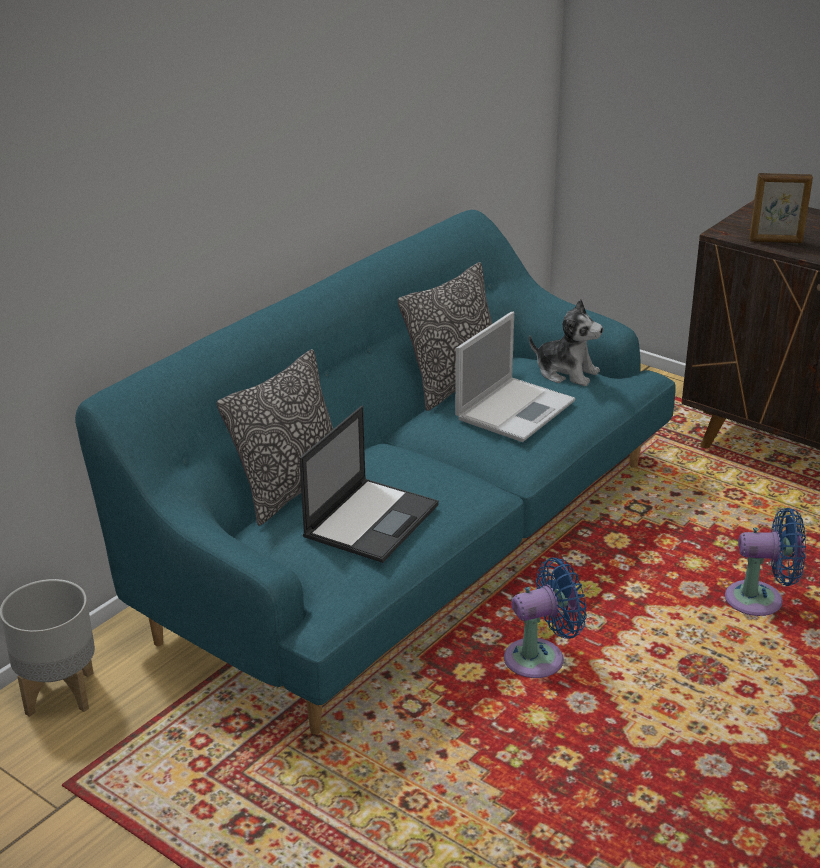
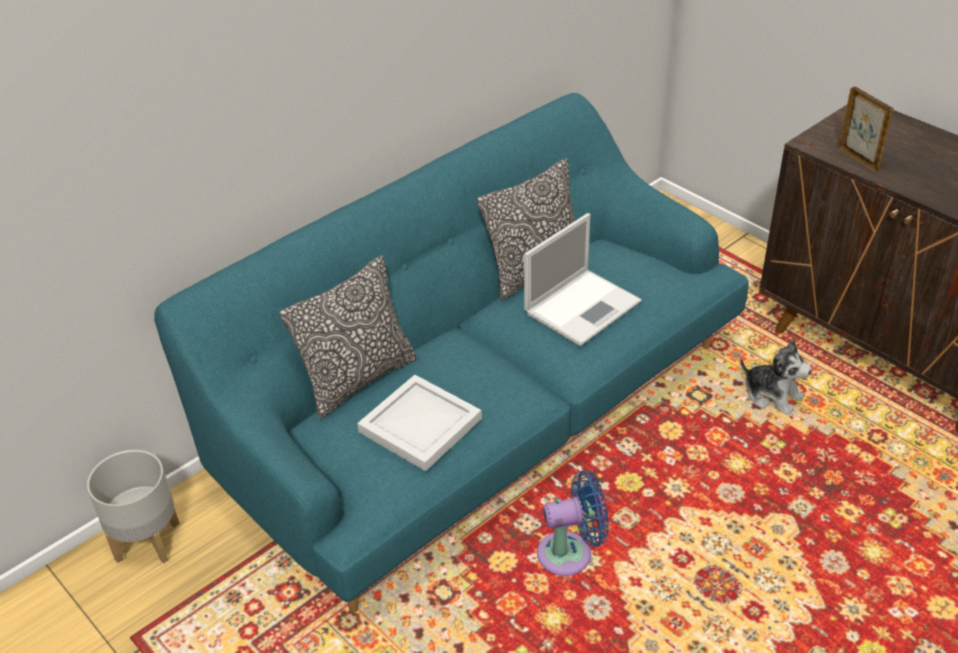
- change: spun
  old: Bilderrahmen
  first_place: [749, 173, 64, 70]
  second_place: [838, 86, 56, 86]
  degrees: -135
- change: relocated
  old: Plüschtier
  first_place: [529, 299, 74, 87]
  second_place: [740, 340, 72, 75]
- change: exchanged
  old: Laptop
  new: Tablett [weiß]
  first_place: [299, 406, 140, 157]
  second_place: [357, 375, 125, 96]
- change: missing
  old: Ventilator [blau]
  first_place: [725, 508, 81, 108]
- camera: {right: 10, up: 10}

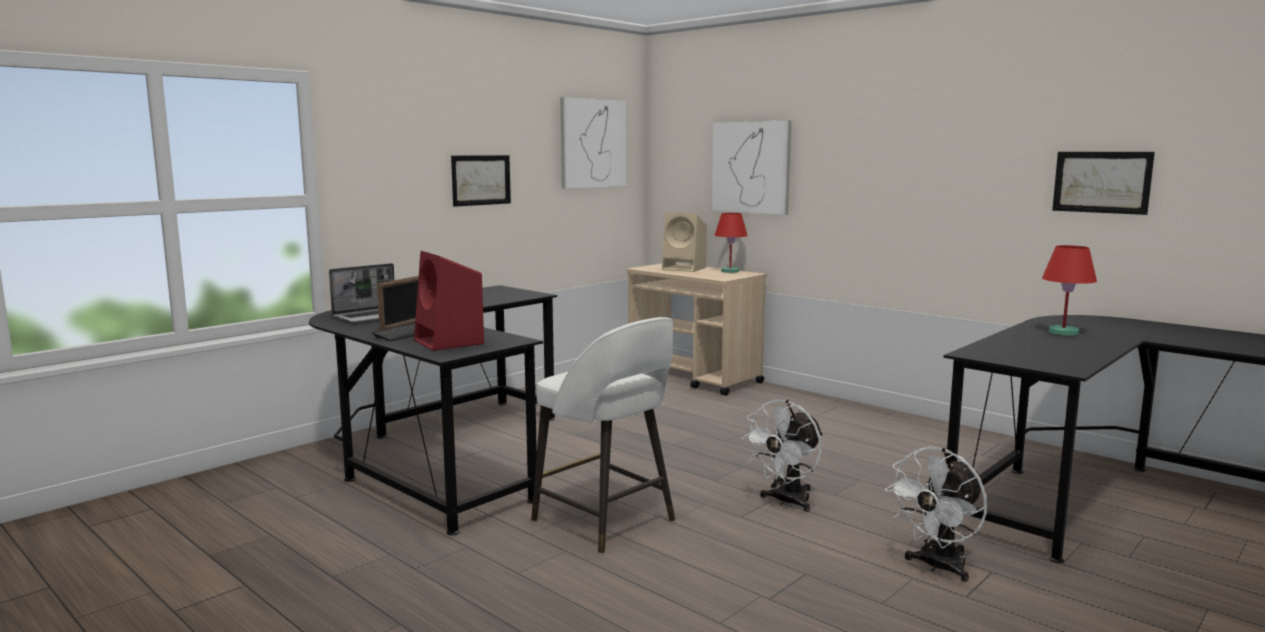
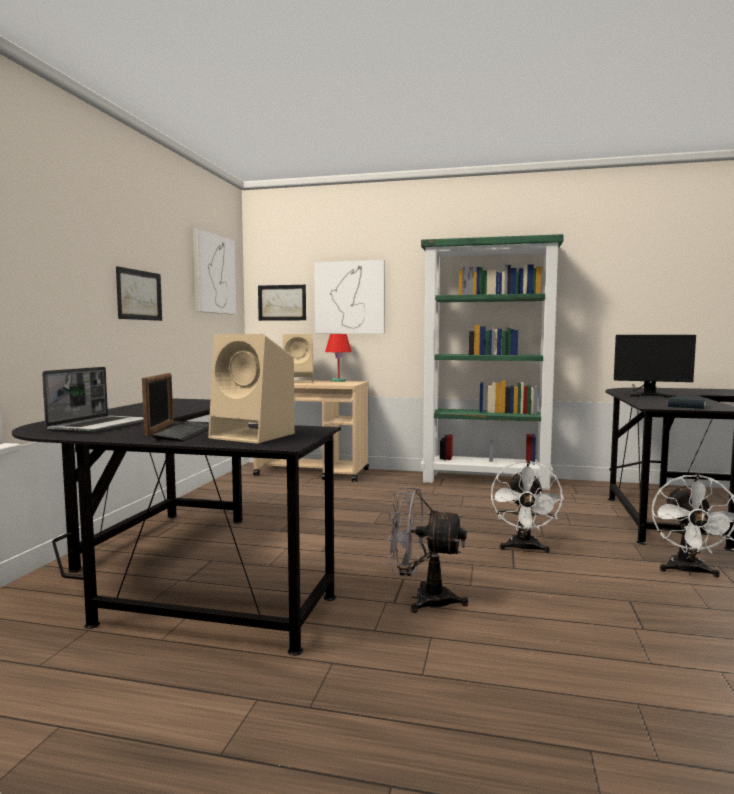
- change: relocated
  old: Bild
  first_place: [1052, 152, 103, 63]
  second_place: [258, 285, 48, 36]
- change: exchanged
  old: Tischlampe [rot]
  new: Monitor
  first_place: [1042, 245, 55, 91]
  second_place: [614, 335, 82, 63]
- change: colour
  old: Lautsprecher [rot]
  new: Lautsprecher [beige]
  first_place: [414, 251, 70, 100]
  second_place: [208, 334, 87, 110]
- change: exchanged
  old: Hocker [weiß]
  new: Ventilator [grau]
  first_place: [531, 317, 144, 237]
  second_place: [387, 487, 81, 126]
- change: appeared
  new: Bücherregal [grün]
  second_place: [421, 234, 143, 256]
- change: appeared
  new: Buch
  second_place: [668, 396, 40, 13]
- camera: {right: -30, up: -5}

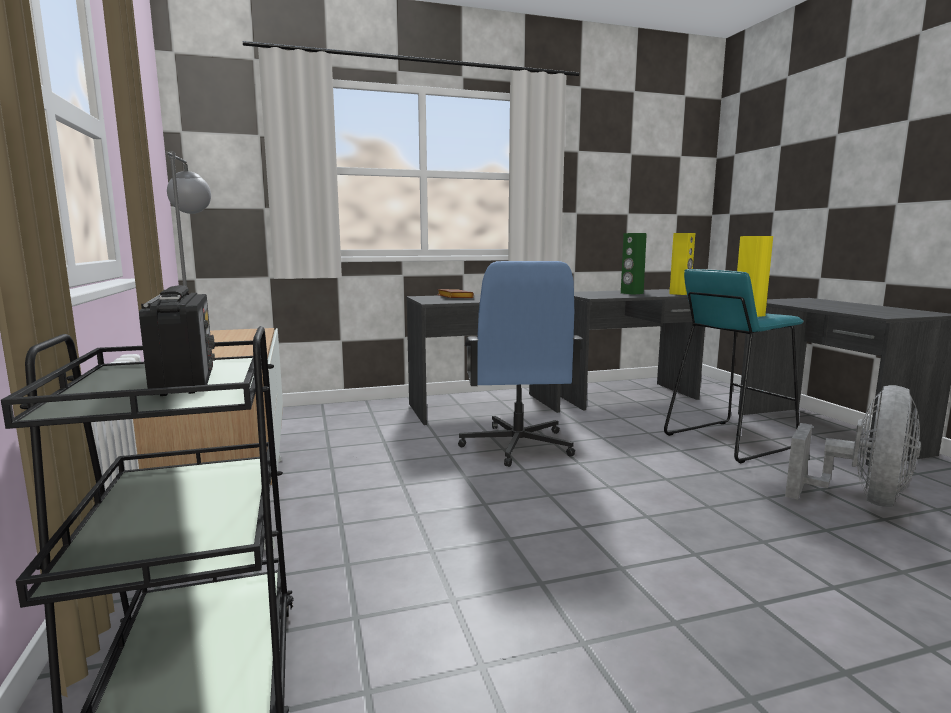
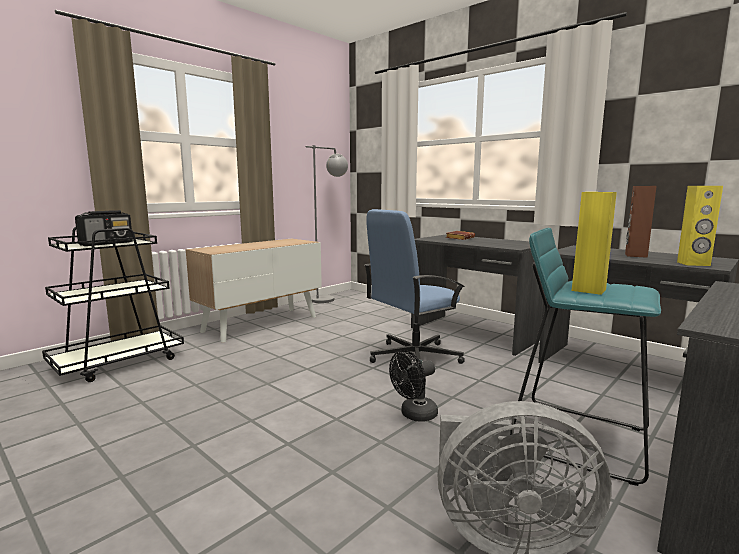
- change: colour
  old: Lautsprecher [grün]
  new: Lautsprecher [braun]
  first_place: [621, 233, 26, 62]
  second_place: [625, 186, 32, 72]
- change: appeared
  new: Ventilator [schwarz]
  second_place: [389, 350, 49, 72]
- camera: {right: 60, up: 0}

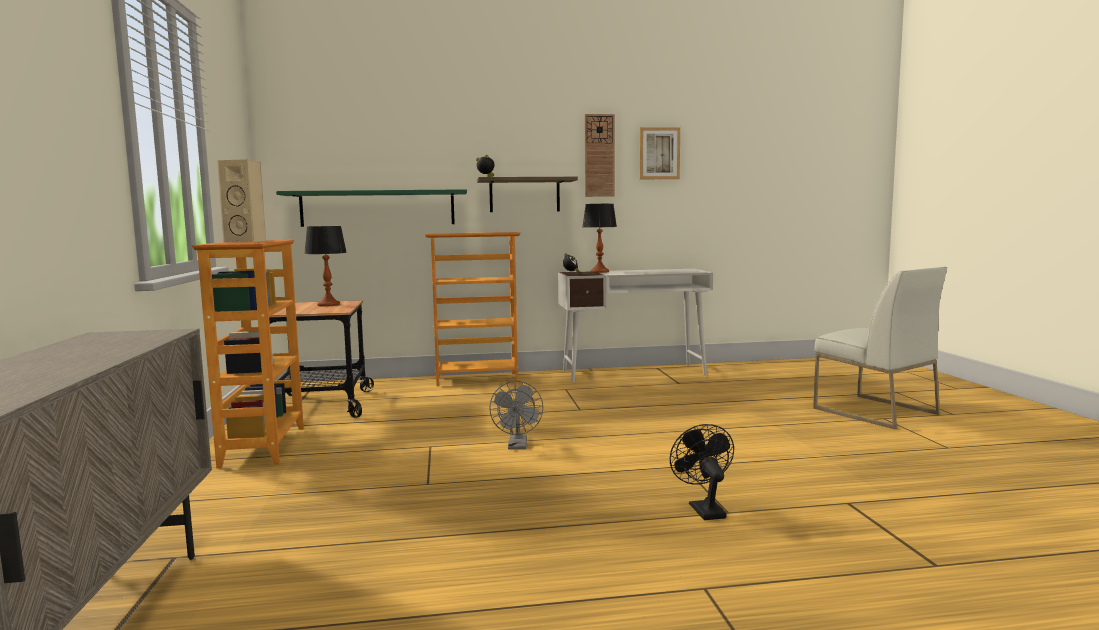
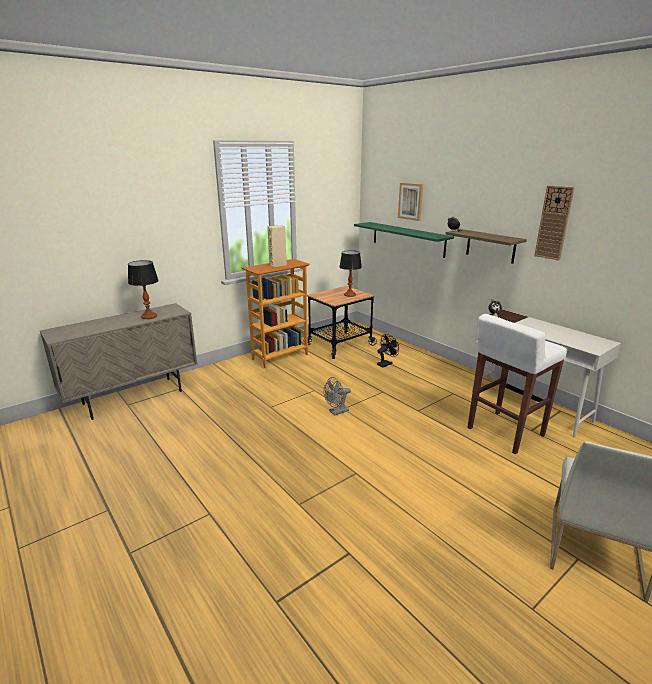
- change: relocated
  old: Bild
  first_place: [639, 127, 41, 52]
  second_place: [398, 183, 25, 38]
- change: relocated
  old: Tischlampe
  first_place: [583, 204, 34, 69]
  second_place: [128, 260, 31, 59]
- change: missing
  old: Bücherregal
  first_place: [425, 232, 96, 154]
- change: relocated
  old: Ventilator [schwarz]
  first_place: [670, 424, 64, 96]
  second_place: [377, 334, 22, 33]
- change: appeared
  new: Hocker [weiß]
  second_place: [467, 314, 100, 140]
- camera: {right: 60, up: 15}

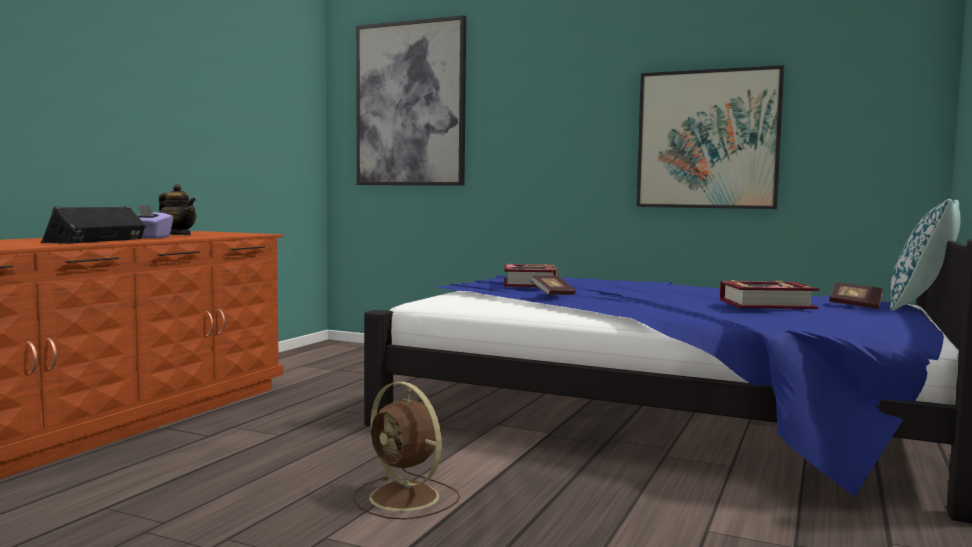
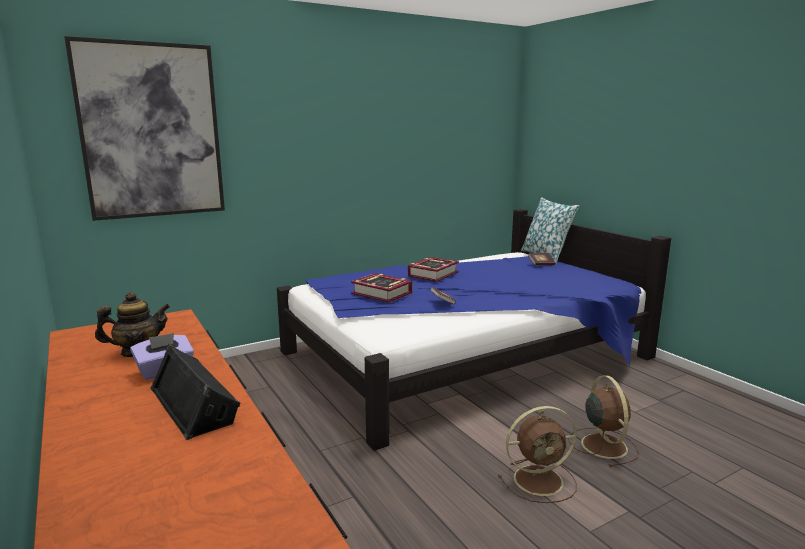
- change: missing
  old: Bild
  first_place: [636, 65, 148, 144]
- change: relocated
  old: Buch
  first_place: [720, 280, 99, 29]
  second_place: [408, 257, 51, 25]
- change: appeared
  new: Ventilator [braun]
  second_place: [568, 375, 71, 92]
- camera: {right: -55, up: 10}

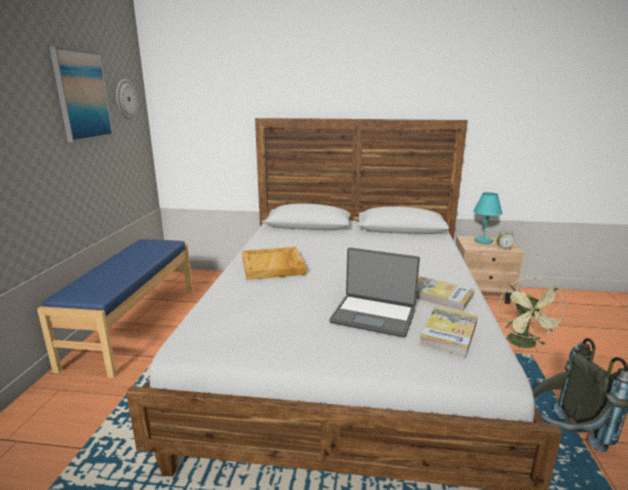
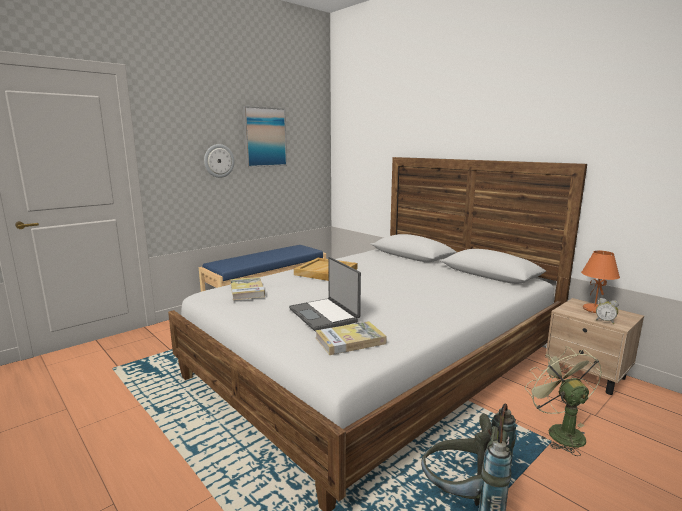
- change: relocated
  old: Wanduhr
  first_place: [116, 79, 22, 40]
  second_place: [204, 144, 31, 34]
- change: colour
  old: Tischlampe [türkis]
  new: Tischlampe [orange]
  first_place: [473, 192, 30, 52]
  second_place: [581, 251, 39, 62]
- change: relocated
  old: Buch
  first_place: [416, 277, 59, 34]
  second_place: [230, 277, 35, 23]
- change: spun
  old: Ventilator [grün]
  first_place: [498, 278, 70, 70]
  second_place: [525, 346, 77, 110]
  degrees: 120
- camera: {right: 40, up: -5}

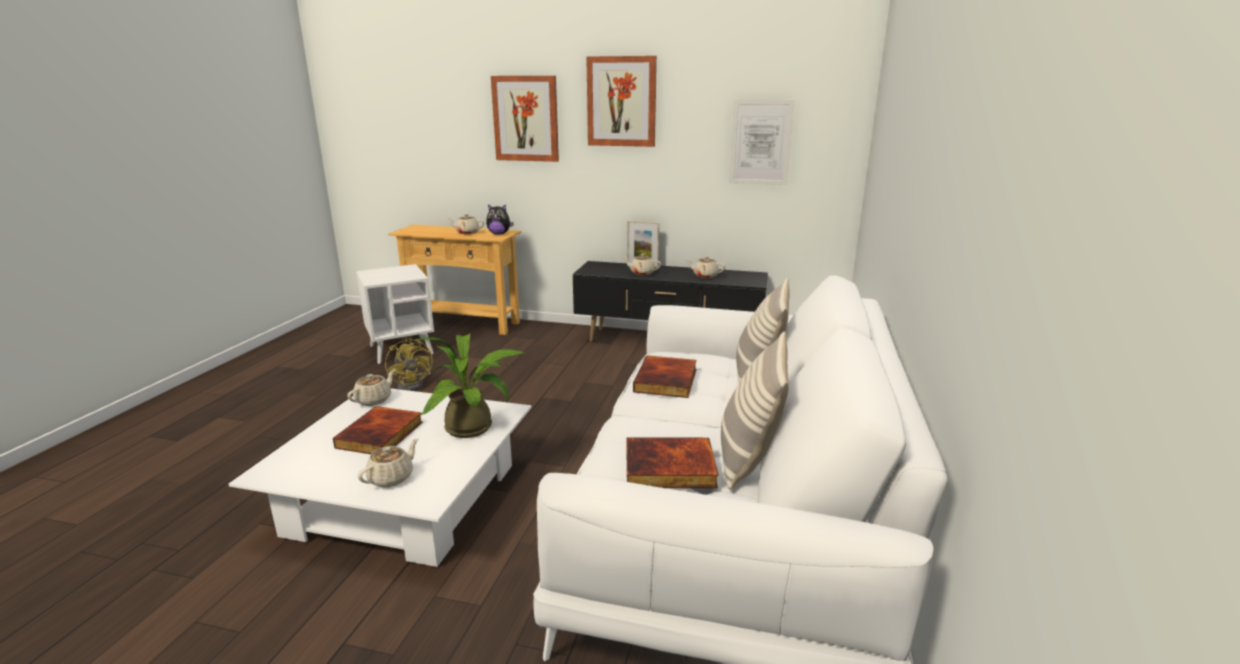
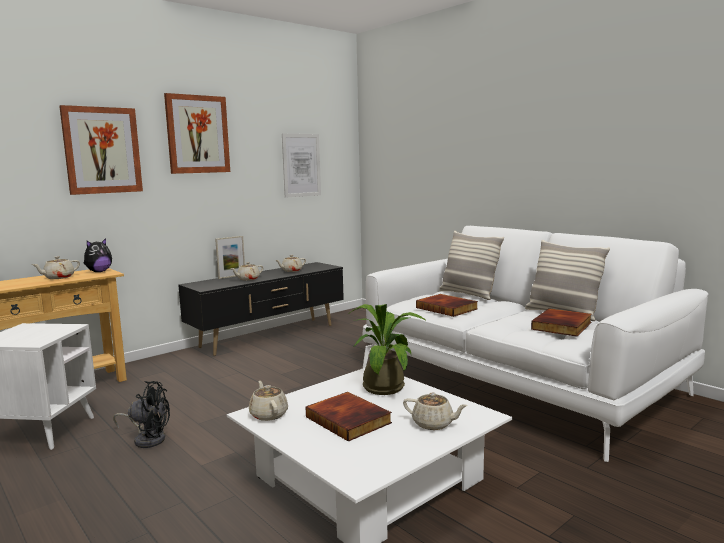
- change: colour
  old: Ventilator [gelb]
  new: Ventilator [schwarz]
  first_place: [385, 337, 47, 54]
  second_place: [113, 381, 57, 67]
- change: spun
  old: Teekanne [beige]
  first_place: [358, 438, 61, 49]
  second_place: [403, 393, 65, 37]
  degrees: 135
- camera: {right: -55, up: -10}

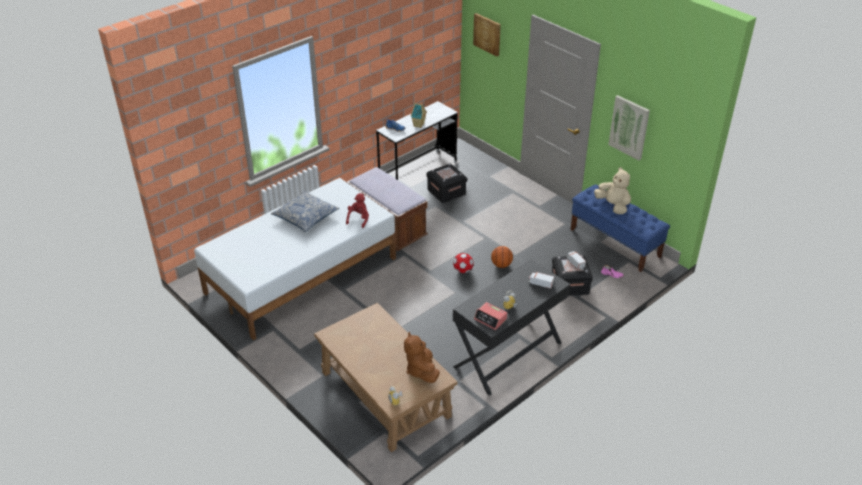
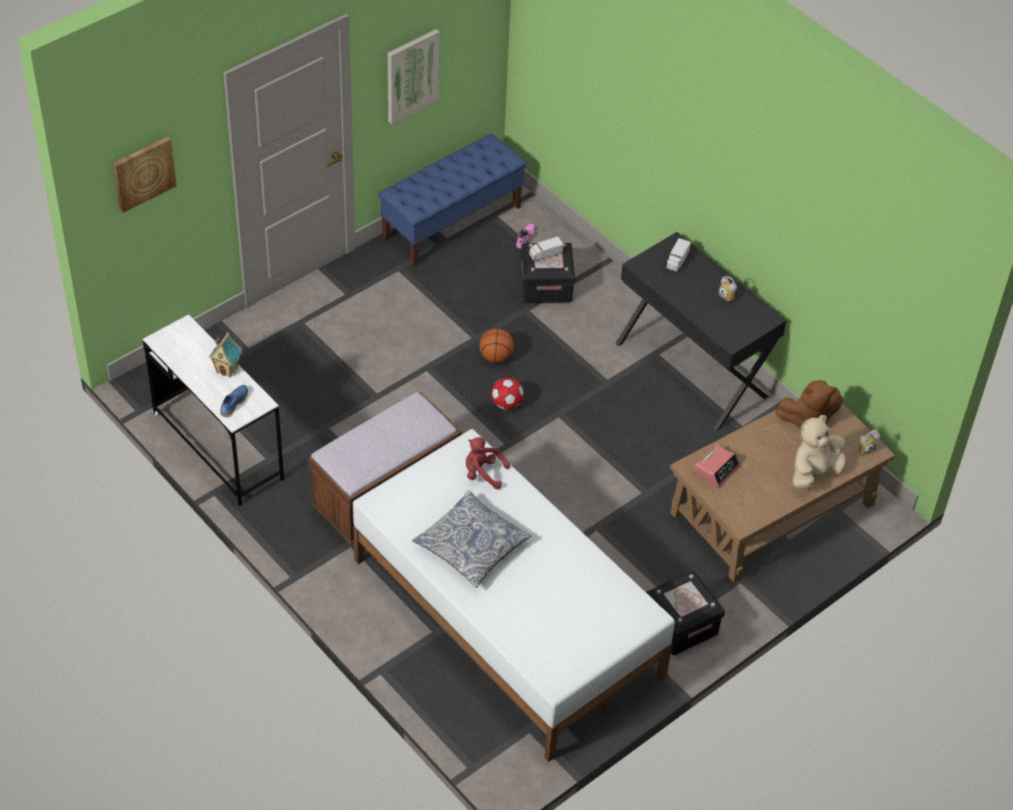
- change: relocated
  old: Aufbewahrungsbox [schwarz]
  first_place: [427, 164, 40, 39]
  second_place: [646, 570, 79, 85]
- change: relocated
  old: Plüschtier [beige]
  first_place: [594, 167, 37, 47]
  second_place: [792, 415, 54, 74]
- change: relocated
  old: Wecker
  first_place: [474, 302, 33, 28]
  second_place: [694, 444, 46, 43]
- camera: {right: -90, up: 10}

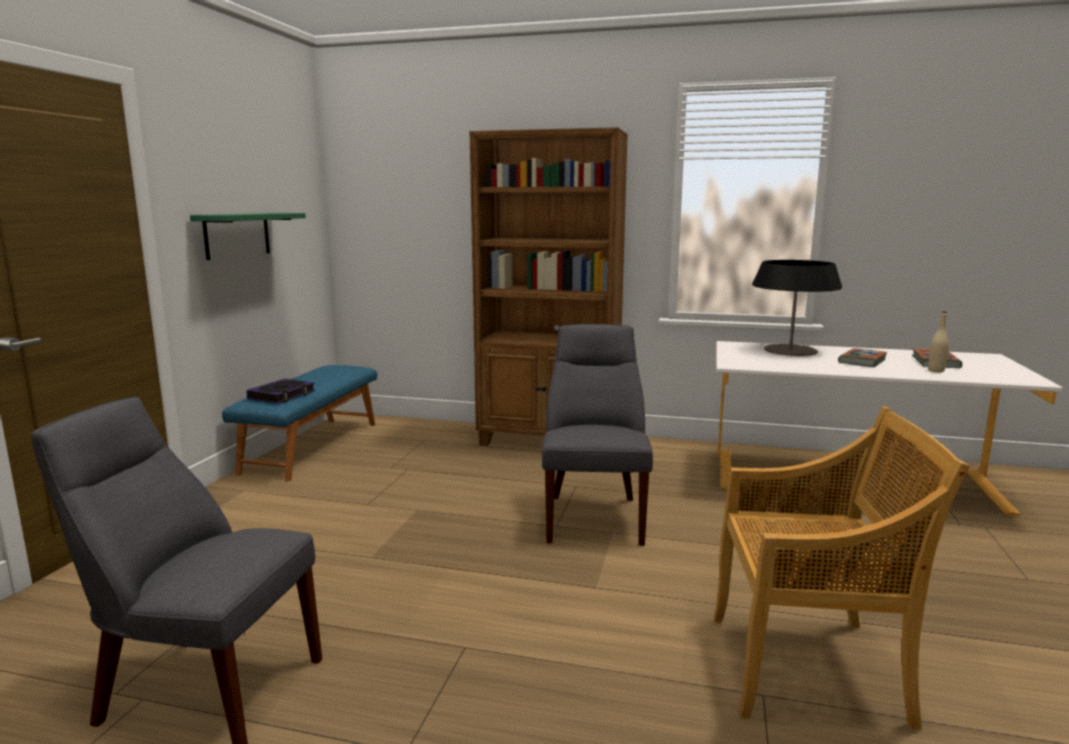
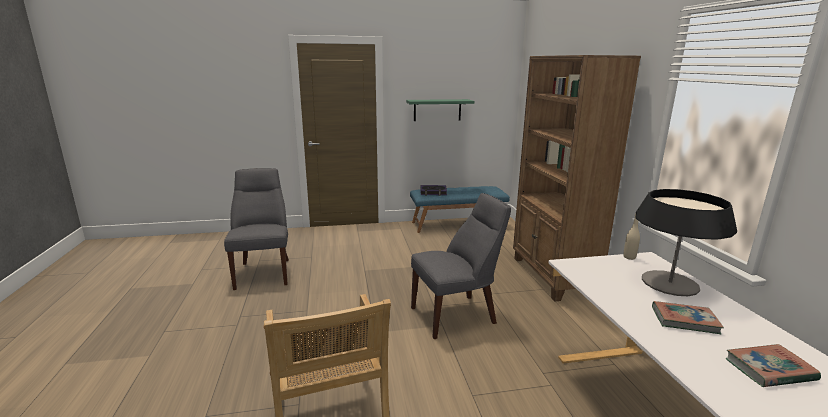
- change: relocated
  old: Flasche [beige]
  first_place: [928, 311, 21, 61]
  second_place: [623, 214, 17, 46]
- camera: {right: 65, up: 5}

